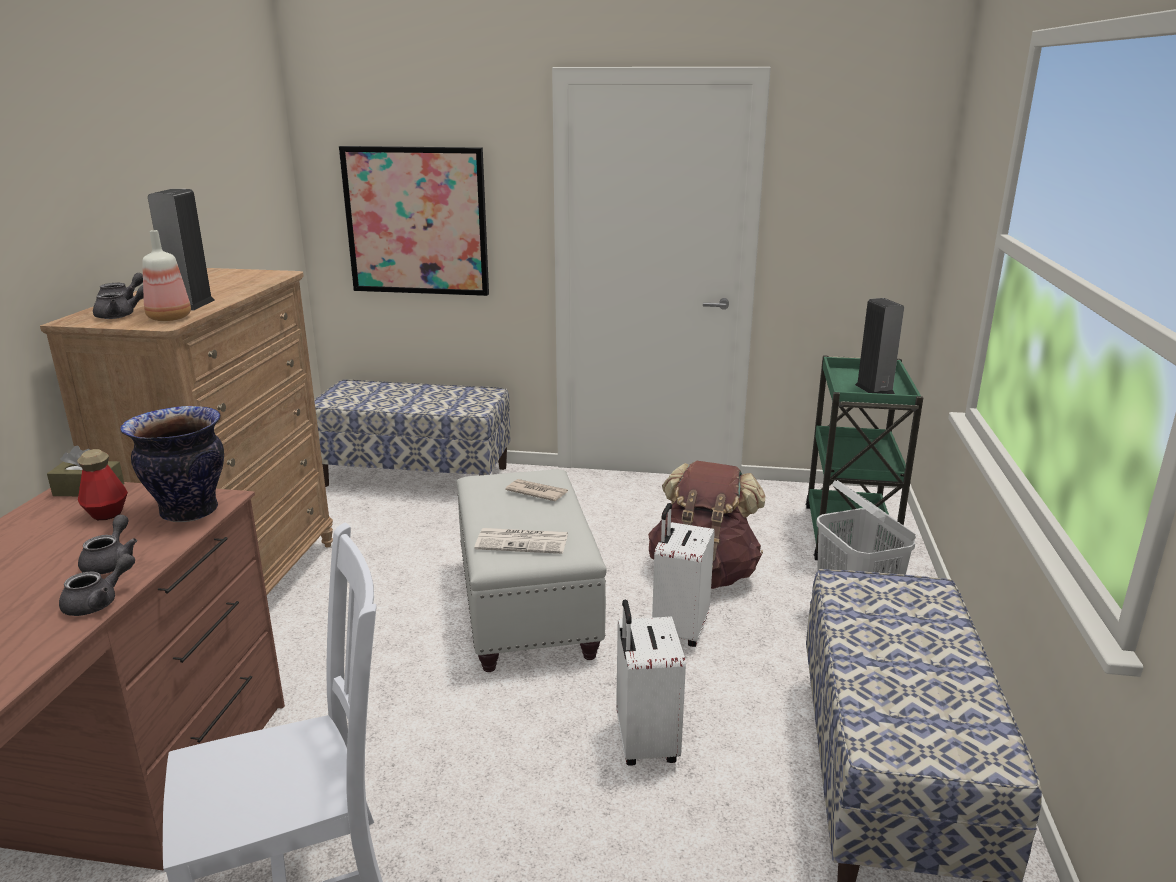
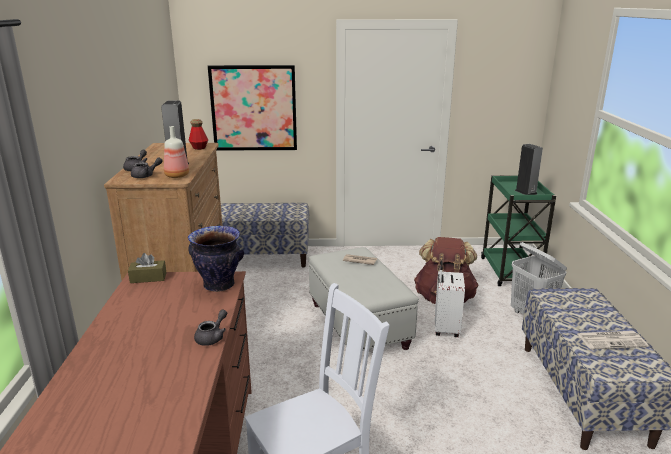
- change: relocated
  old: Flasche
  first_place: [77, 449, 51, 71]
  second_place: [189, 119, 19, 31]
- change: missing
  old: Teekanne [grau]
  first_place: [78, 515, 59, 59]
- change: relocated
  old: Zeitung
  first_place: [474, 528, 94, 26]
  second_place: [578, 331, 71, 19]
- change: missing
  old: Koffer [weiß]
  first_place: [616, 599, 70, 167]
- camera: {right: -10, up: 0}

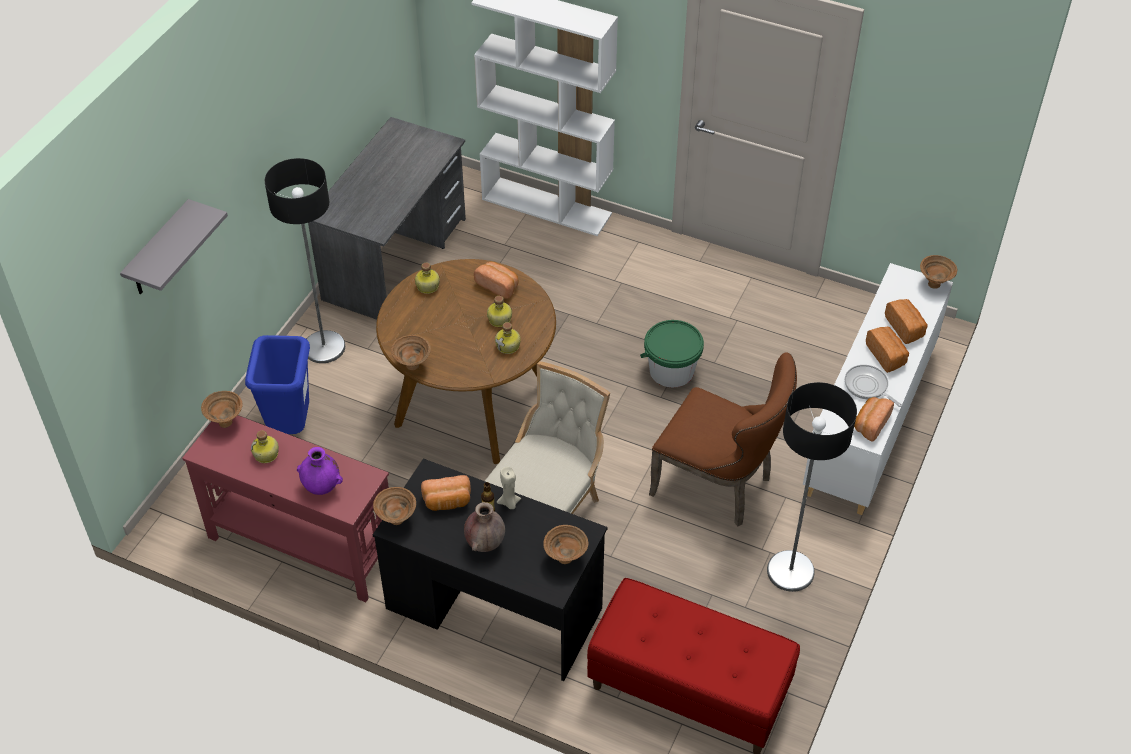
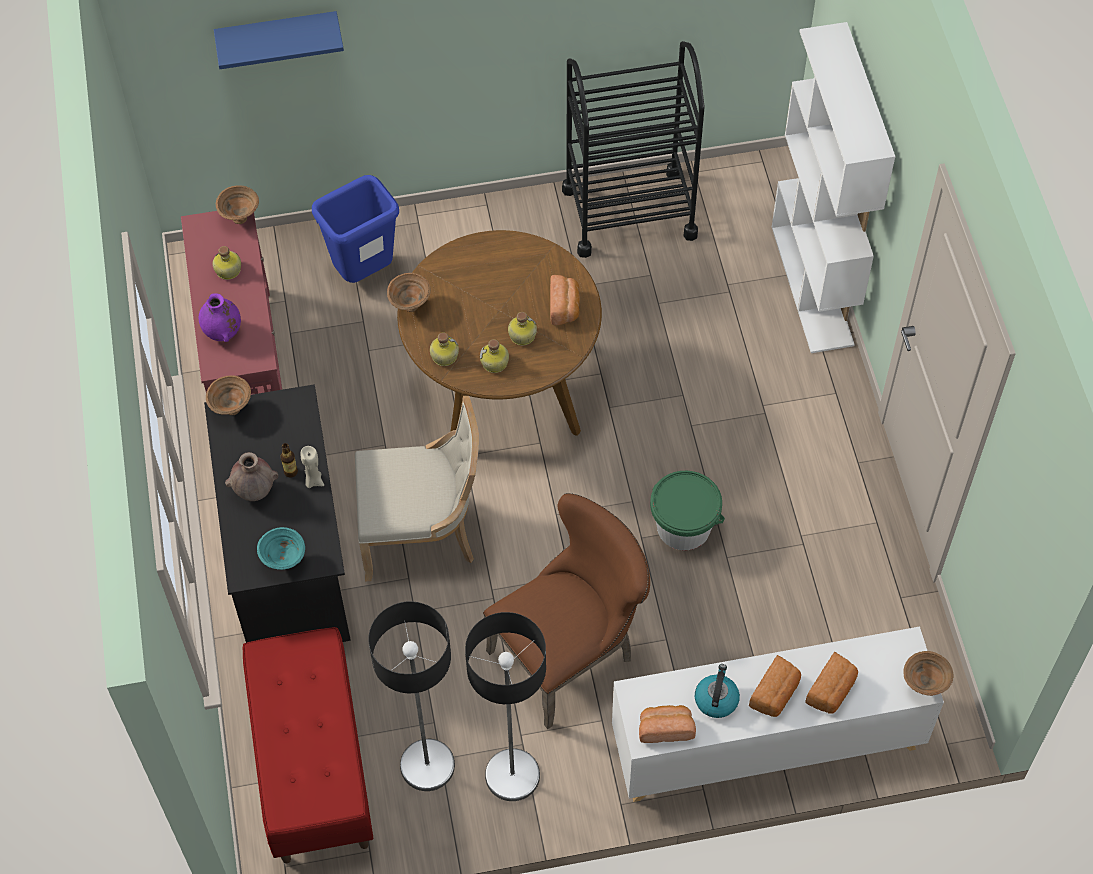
- change: exchanged
  old: Schreibtisch [grau]
  new: Rollwagen [schwarz]
  first_place: [308, 117, 158, 203]
  second_place: [562, 41, 143, 217]
- change: relocated
  old: Stehlampe
  first_place: [264, 158, 81, 205]
  second_place: [368, 601, 87, 190]
- change: colour
  old: Wandregal [grau]
  new: Wandregal [blau]
  first_place: [120, 199, 108, 95]
  second_place: [214, 11, 130, 58]
- change: relocated
  old: Flasche
  first_place: [415, 263, 25, 31]
  second_place: [430, 332, 29, 34]
- change: spun
  old: Stuhl [braun]
  first_place: [649, 352, 148, 174]
  second_place: [483, 493, 167, 236]
  degrees: -120
- change: exchanged
  old: Pfanne
  new: Wasserkessel
  first_place: [845, 365, 57, 42]
  second_place: [695, 664, 45, 54]
- change: missing
  old: Brot
  first_place: [421, 475, 50, 36]
- change: colour
  old: Schüssel [braun]
  new: Schüssel [türkis]
  first_place: [543, 525, 45, 39]
  second_place: [257, 527, 48, 43]
- camera: {right: 55, up: 10}

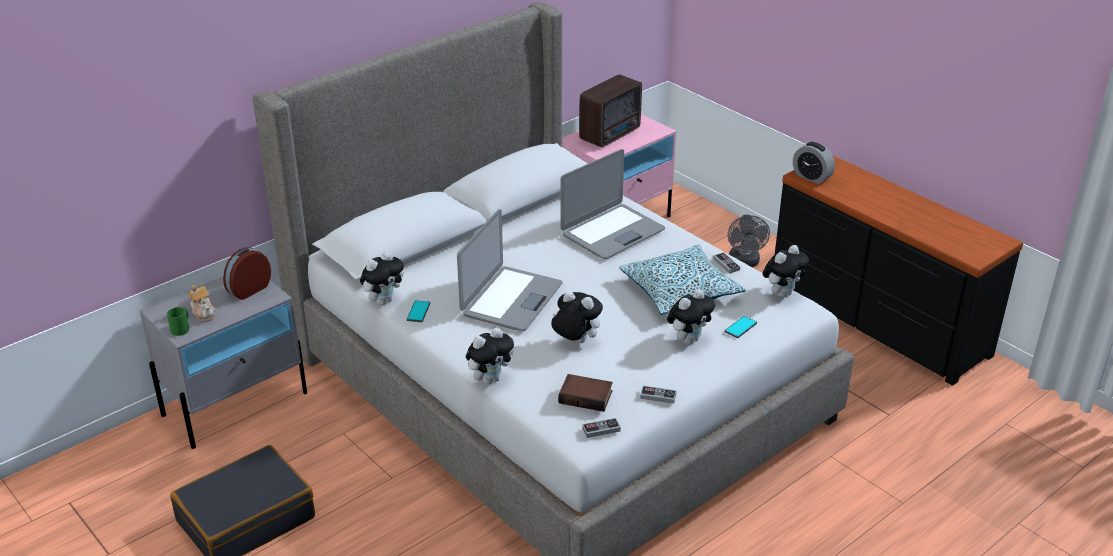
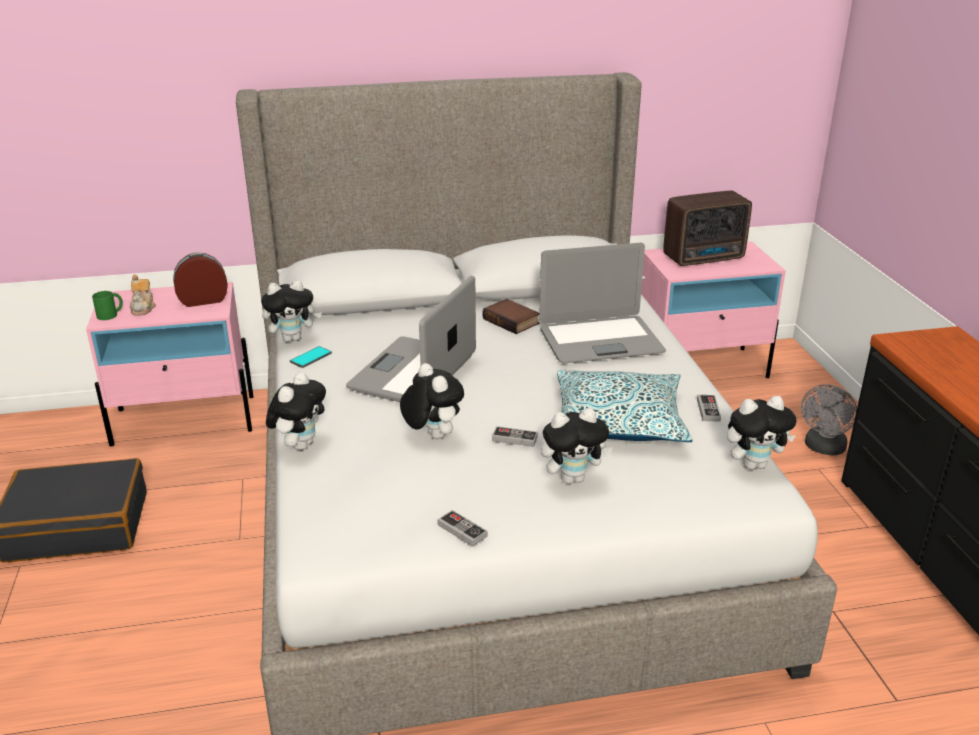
- change: missing
  old: Wecker
  first_place: [793, 142, 42, 42]
- change: spun
  old: Laptop
  first_place: [457, 209, 106, 122]
  second_place: [346, 276, 130, 126]
  degrees: 150
- change: colour
  old: Nachttisch [grau]
  new: Nachttisch [rosa]
  first_place: [140, 277, 167, 172]
  second_place: [86, 282, 168, 164]
- change: missing
  old: Handy
  first_place: [725, 316, 32, 22]
- change: spun
  old: Plüschtier
  first_place: [466, 327, 48, 57]
  second_place: [266, 372, 60, 78]
  degrees: -60
- change: relocated
  old: Buch
  first_place: [558, 374, 55, 38]
  second_place: [482, 299, 58, 35]
- change: relocated
  old: Gamepad
  first_place: [582, 418, 39, 20]
  second_place: [492, 426, 46, 21]
- camera: {right: 30, up: -5}

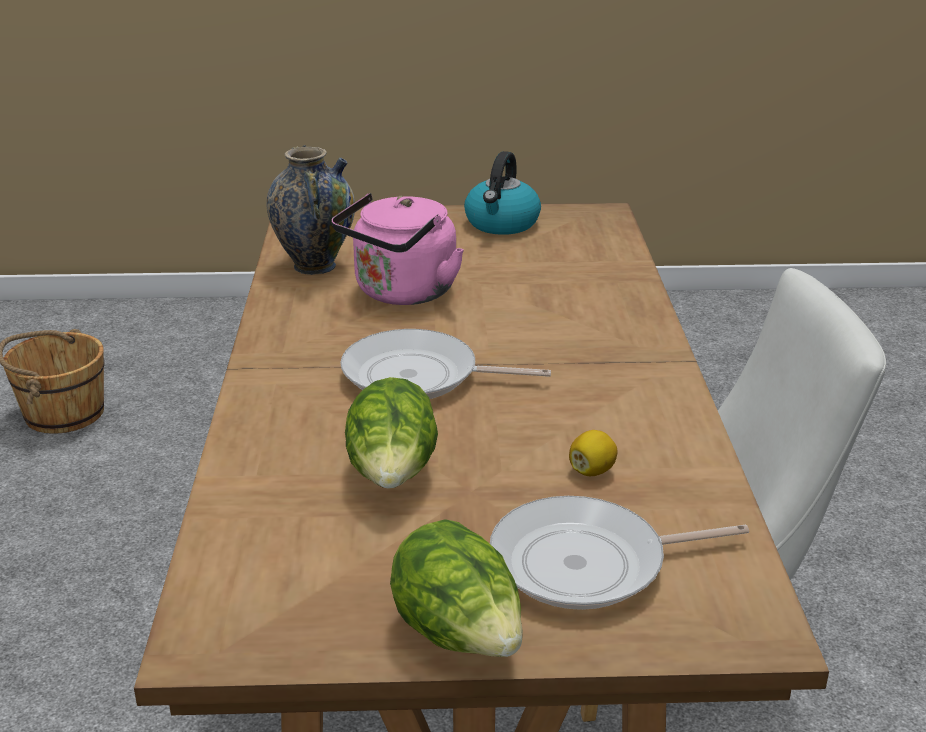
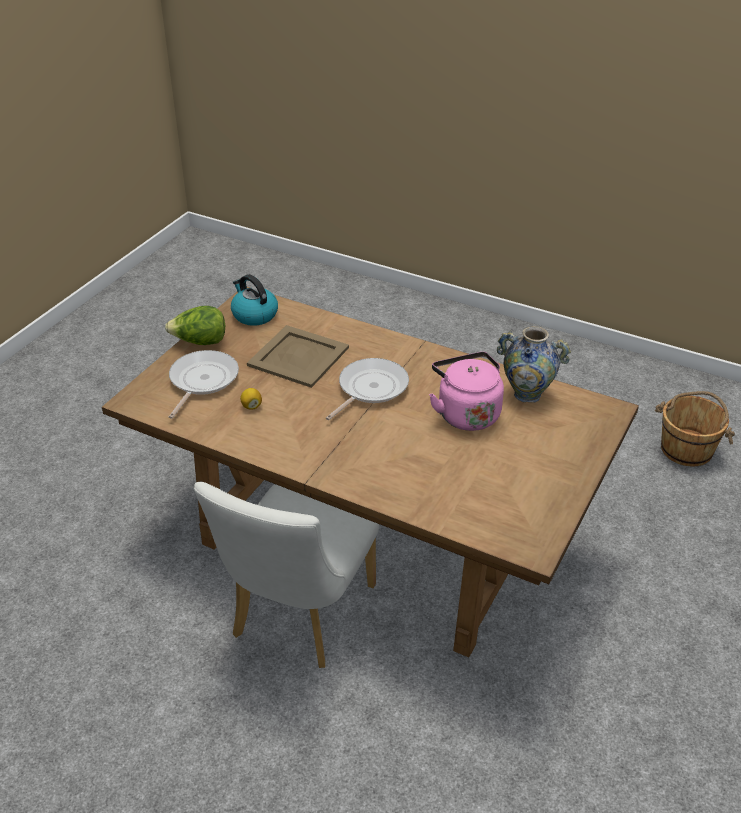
- change: relocated
  old: Wasserkessel
  first_place: [464, 151, 77, 84]
  second_place: [231, 274, 47, 52]
- change: exchanged
  old: Salatkopf
  new: Tablett [beige]
  first_place: [345, 377, 93, 112]
  second_place: [247, 325, 102, 63]
- camera: {right: 120, up: 10}

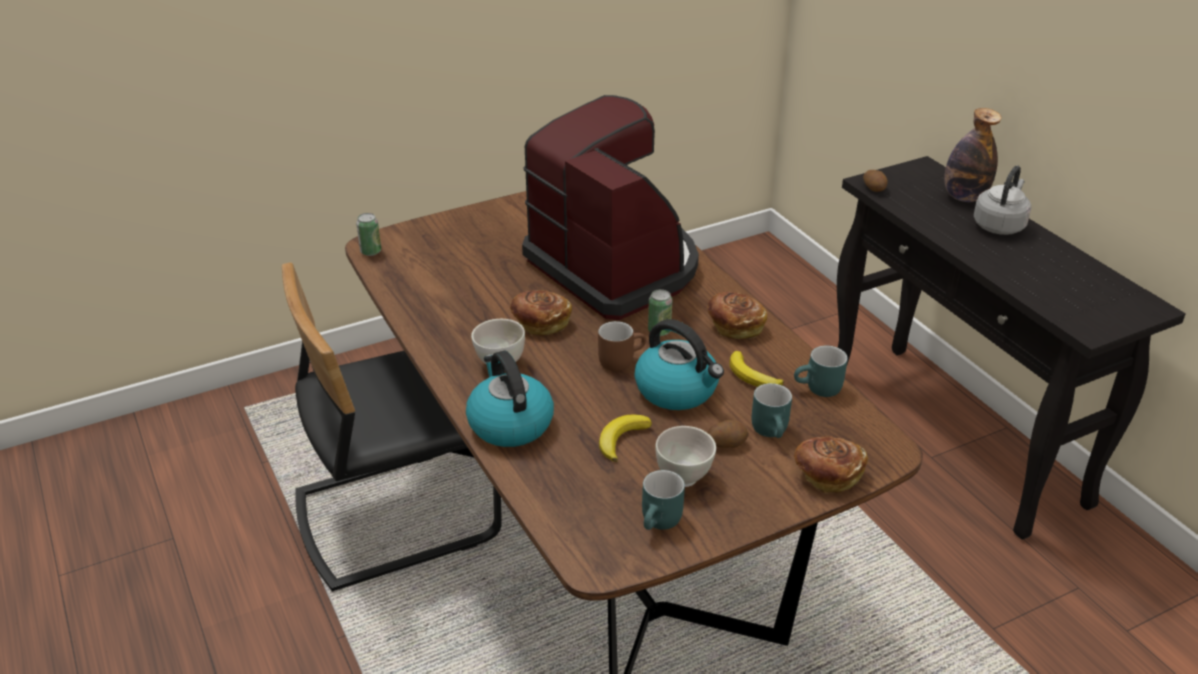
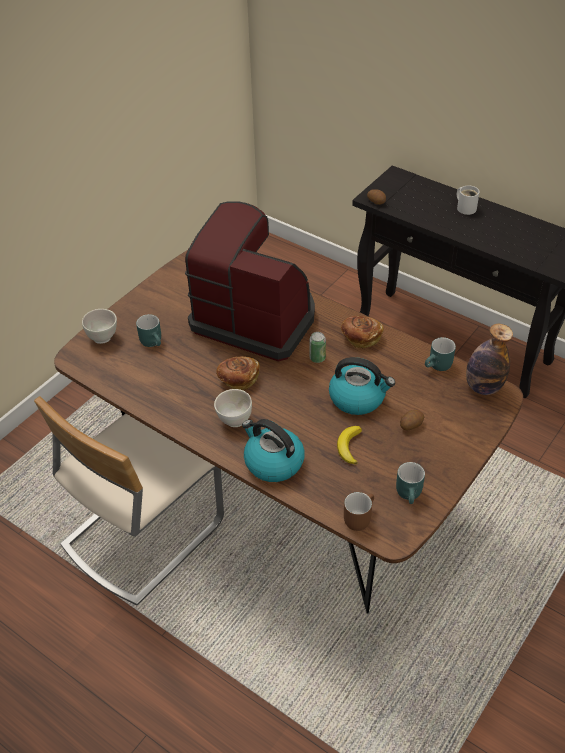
- change: relocated
  old: Flasche
  first_place: [944, 108, 57, 94]
  second_place: [466, 324, 47, 71]
- change: exchanged
  old: Wasserkessel [grau]
  new: Henkelbecher [weiß]
  first_place: [974, 165, 57, 70]
  second_place: [457, 185, 23, 30]
- change: missing
  old: Dose
  first_place: [356, 213, 25, 43]
- change: colour
  old: Stuhl [schwarz]
  new: Stuhl [beige]
  first_place: [282, 263, 220, 329]
  second_place: [34, 396, 190, 210]
- change: relocated
  old: Henkelbecher [braun]
  first_place: [598, 321, 48, 50]
  second_place: [344, 492, 30, 39]
- change: missing
  old: Banane
  first_place: [729, 351, 55, 36]
- change: relocated
  old: Henkelbecher [türkis]
  first_place: [752, 383, 40, 55]
  second_place: [136, 314, 25, 33]
- change: relocated
  old: Schüssel [weiß]
  first_place: [655, 426, 61, 61]
  second_place: [82, 309, 35, 35]
- change: missing
  old: Brot
  first_place: [794, 436, 74, 58]
- camera: {right: -25, up: 10}

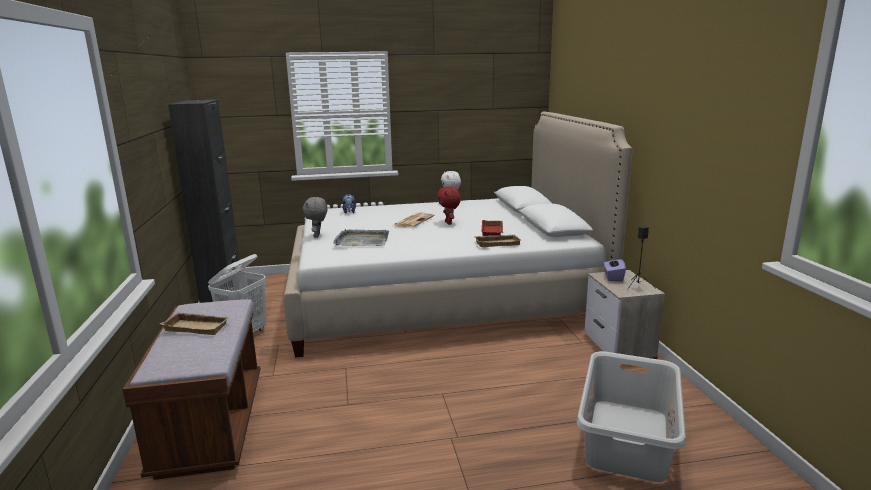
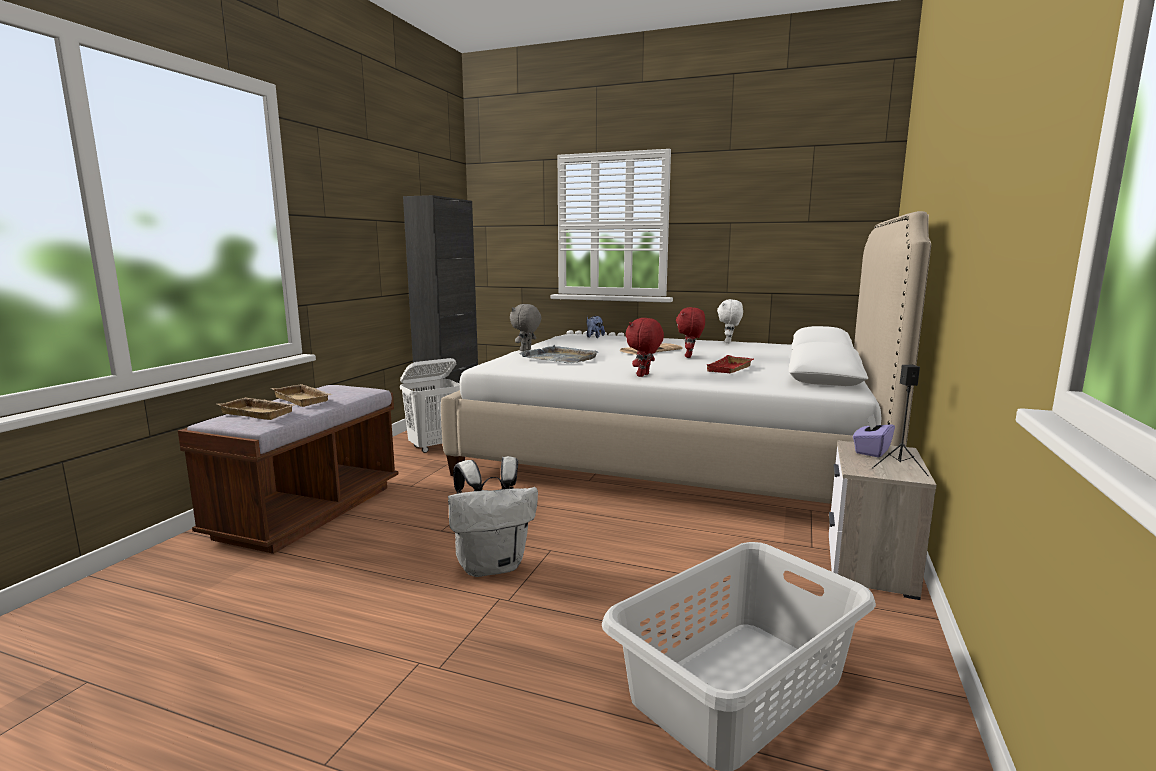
- change: relocated
  old: Tablett [beige]
  first_place: [474, 235, 47, 12]
  second_place: [218, 397, 77, 23]
- change: appeared
  new: Plüschtier [rot]
  second_place: [626, 318, 38, 59]
- change: appeared
  new: Rucksack [weiß]
  second_place: [448, 456, 90, 121]
- camera: {right: 30, up: -5}

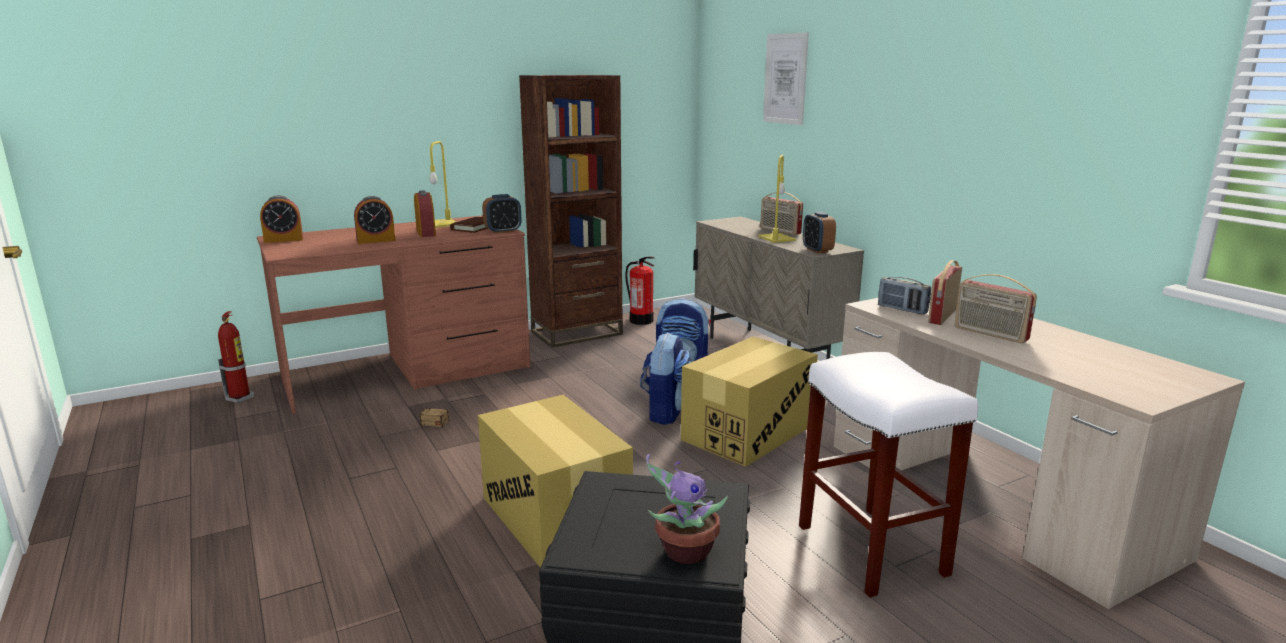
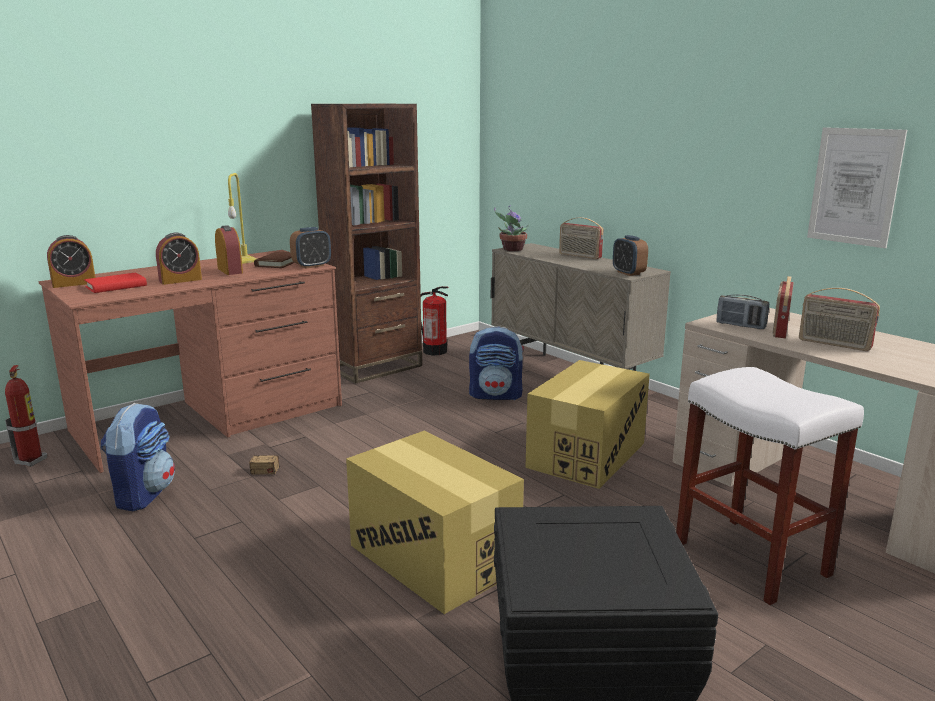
- change: relocated
  old: Bild
  first_place: [763, 32, 46, 93]
  second_place: [807, 127, 100, 121]
- change: missing
  old: Tischlampe [gelb]
  first_place: [758, 155, 38, 88]
- change: relocated
  old: Rucksack
  first_place: [640, 333, 51, 92]
  second_place: [100, 403, 75, 108]
- change: relocated
  old: Topfpflanze
  first_place: [646, 454, 82, 110]
  second_place: [494, 206, 35, 45]
- change: appeared
  new: Buch [rot]
  second_place: [84, 273, 63, 20]
- camera: {right: -10, up: 0}

